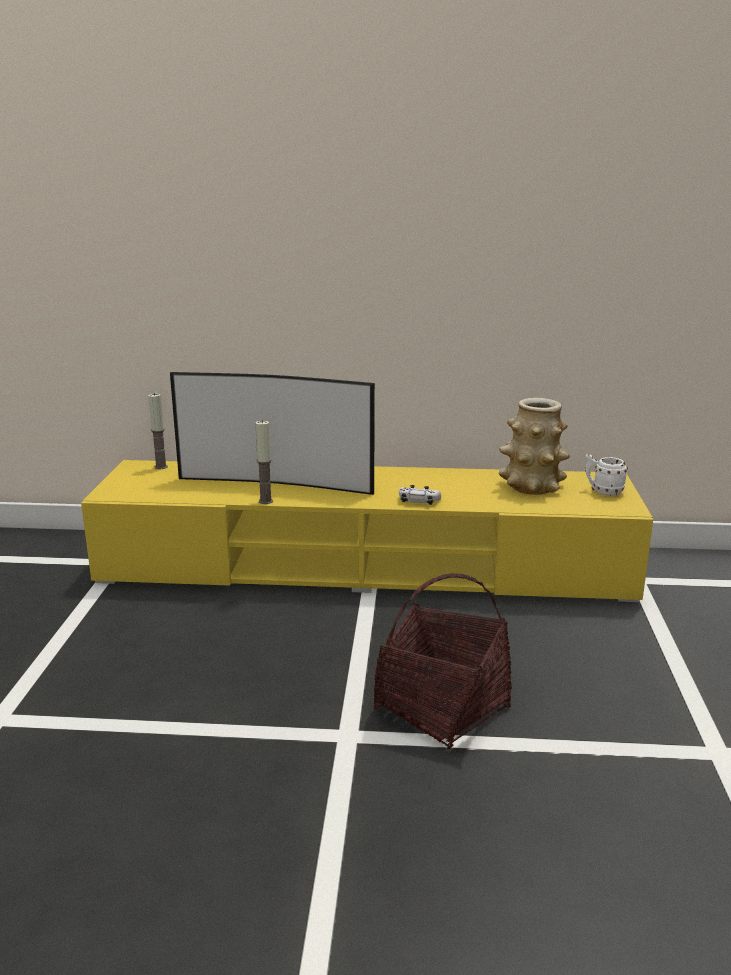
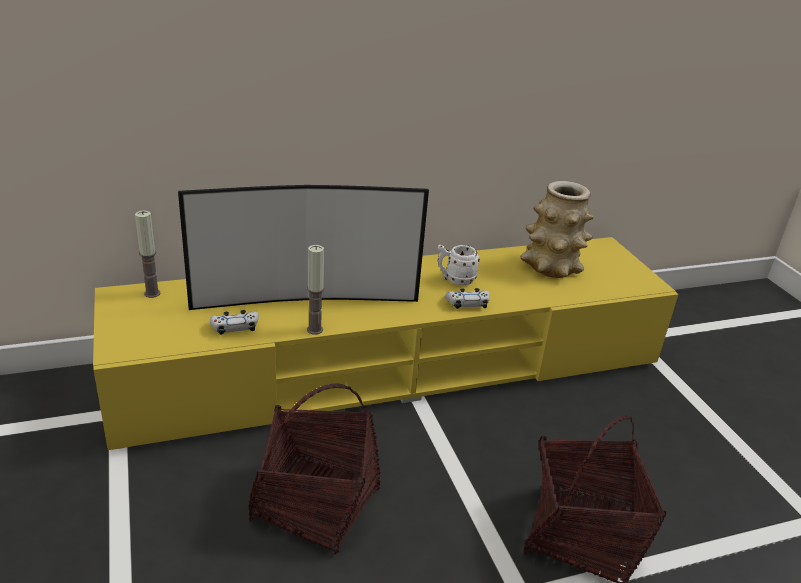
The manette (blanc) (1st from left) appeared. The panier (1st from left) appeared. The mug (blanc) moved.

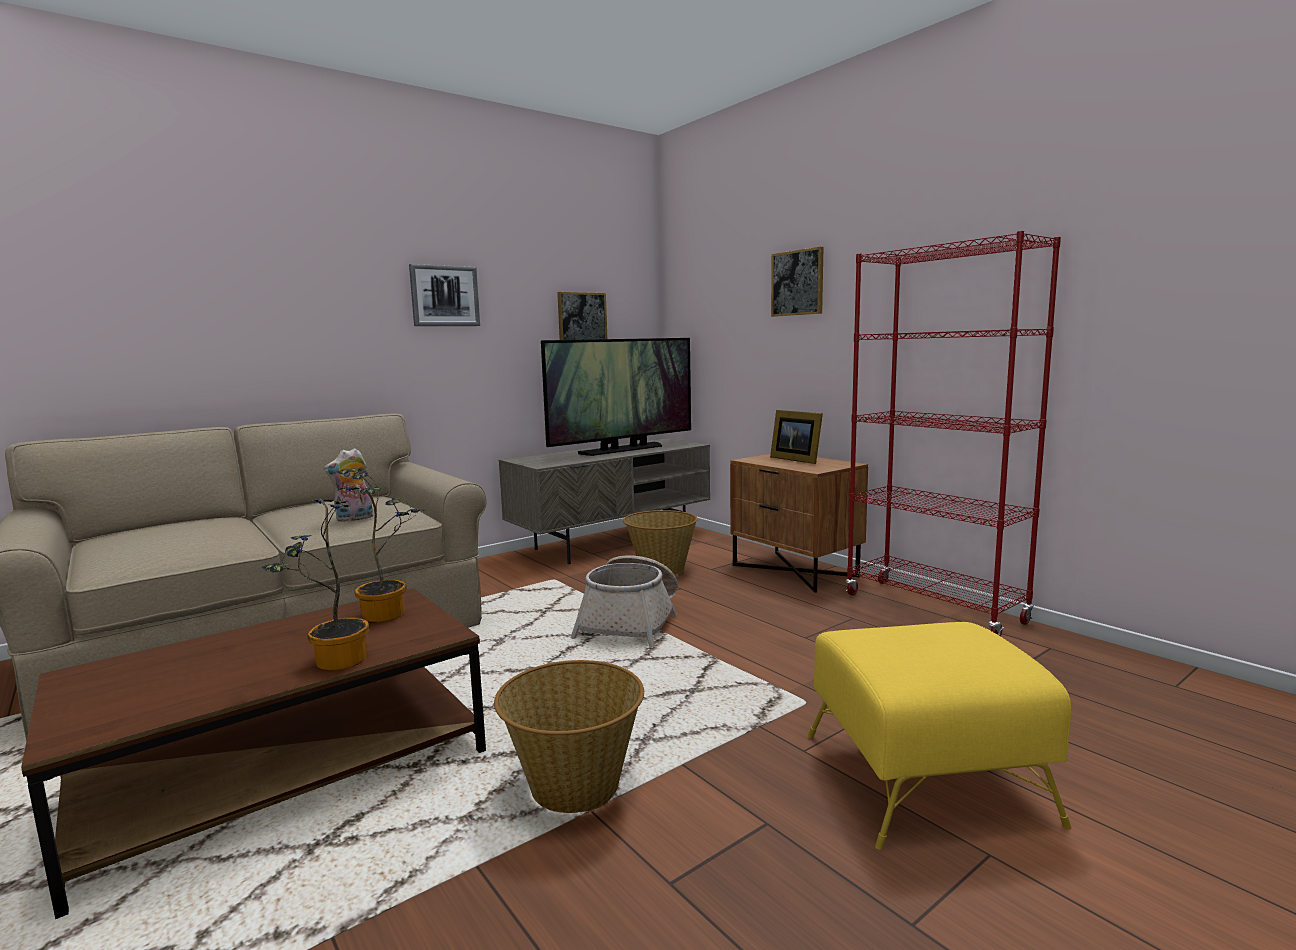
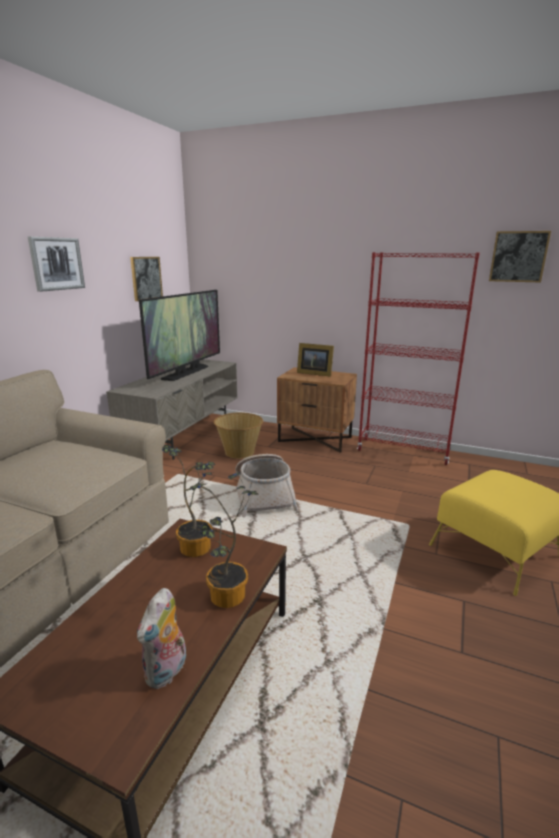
The peluche moved. The tableau (3rd from left) moved. The panier (1st from left) disappeared.

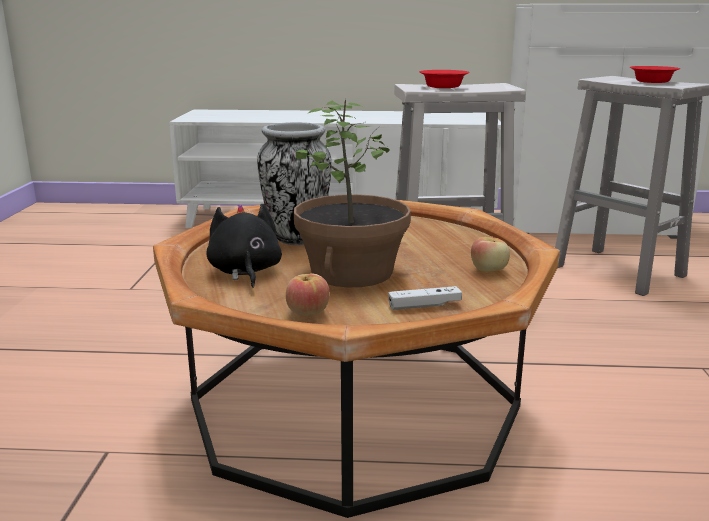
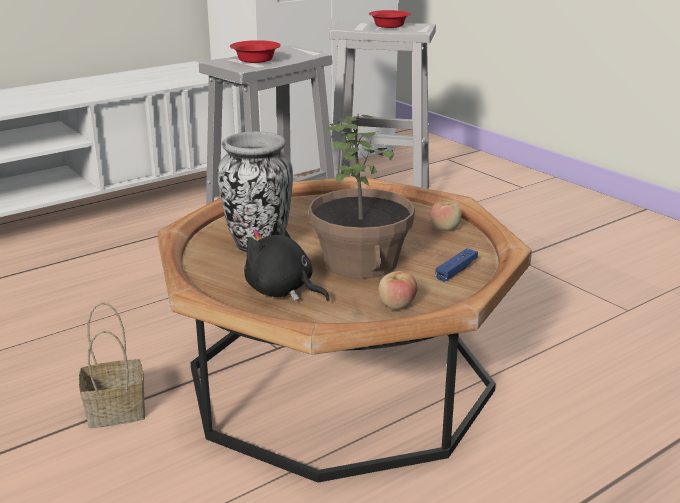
The panier appeared. The manette (blanc) became the manette (bleu).

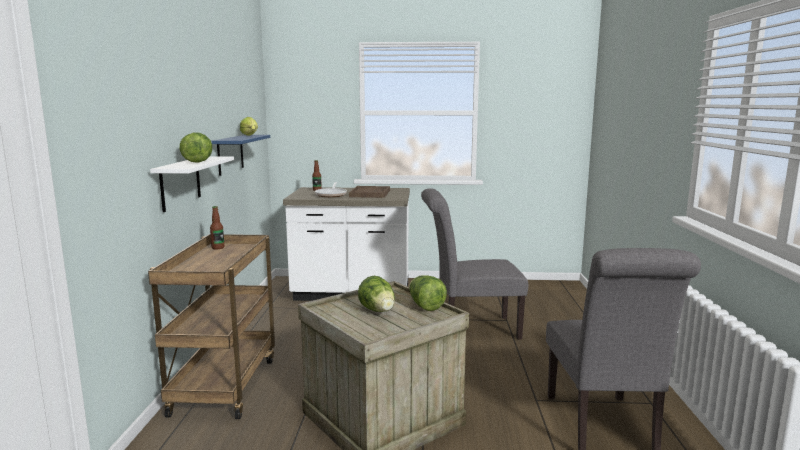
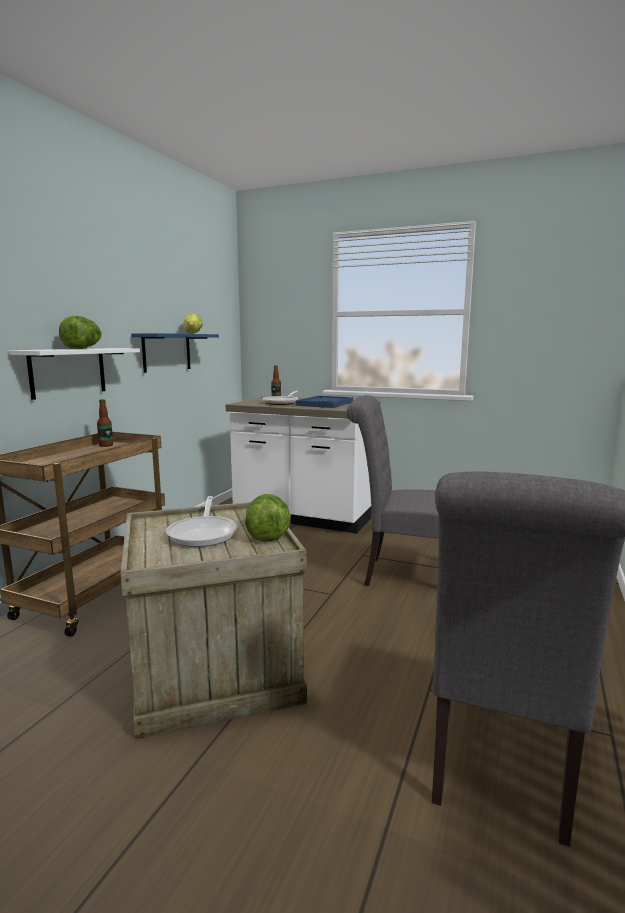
The laitue (3rd from left) was replaced by the poêle (1st from left). The plateau (marron) became the plateau (bleu).

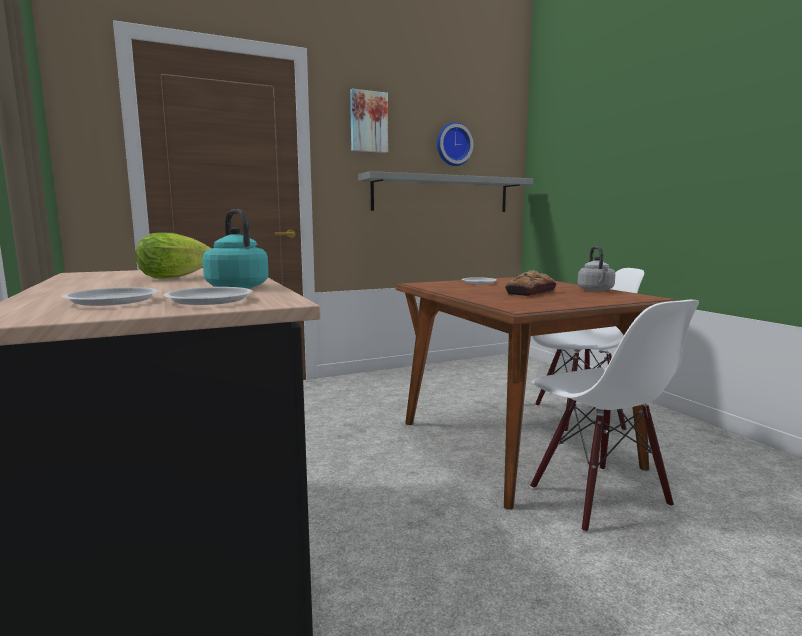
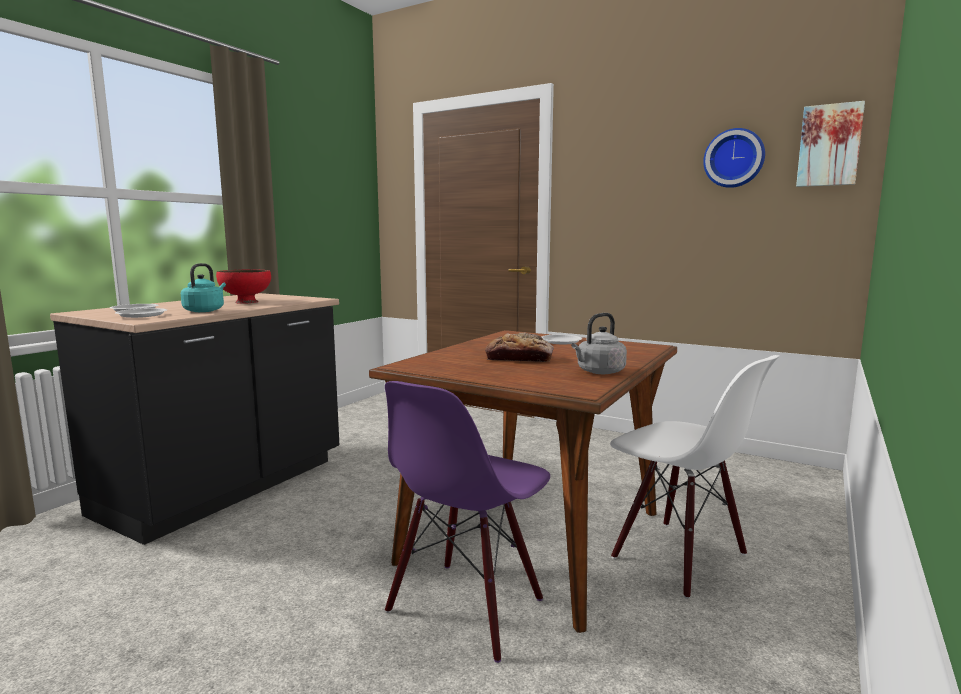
The laitue was replaced by the bol (rouge). The chaise (blanc) (2nd from left) became the chaise (violet). The tableau moved. The étagère (gris) disappeared.

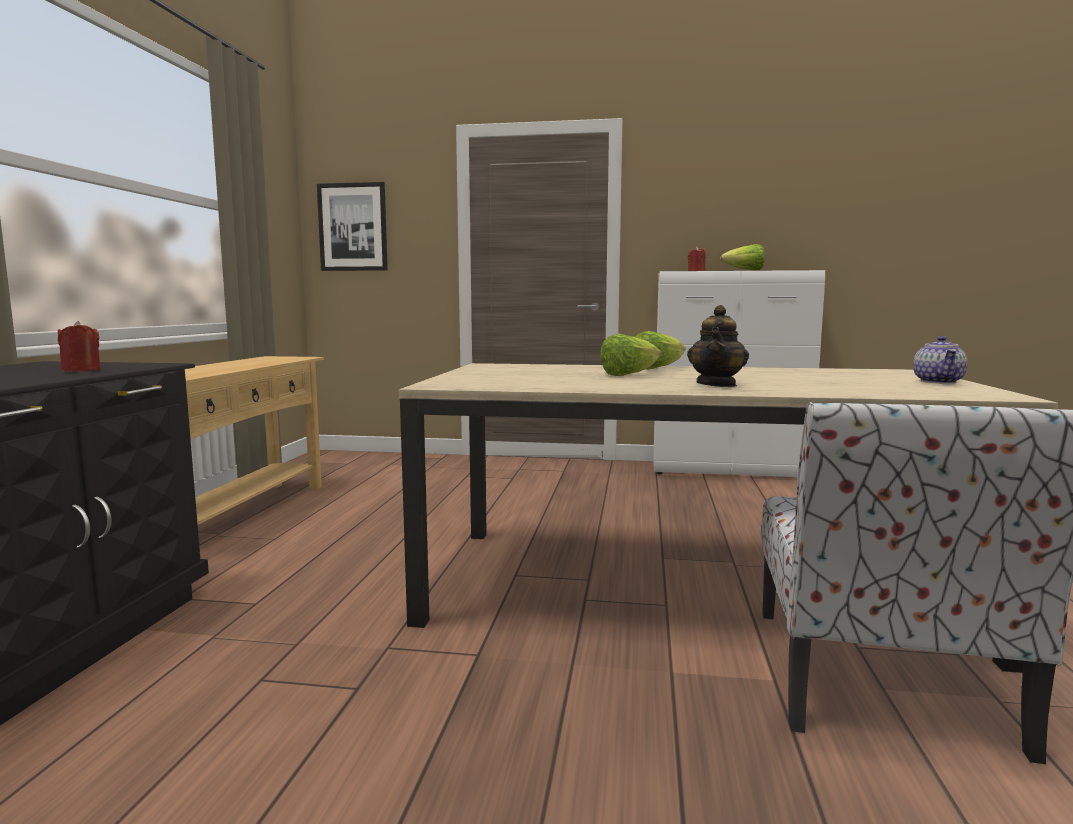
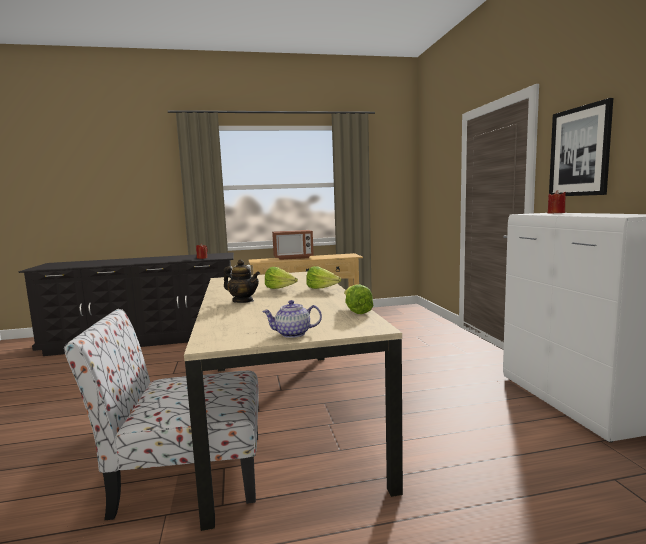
The théière (1st from left) turned 150 degrees counterclockwise. The micro-ondes appeared. The laitue (3rd from left) moved. The tableau moved.

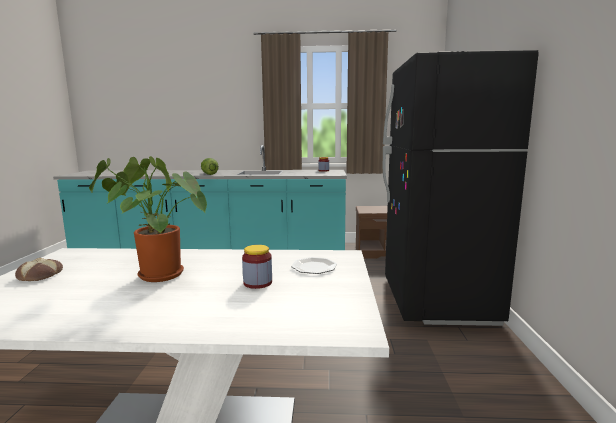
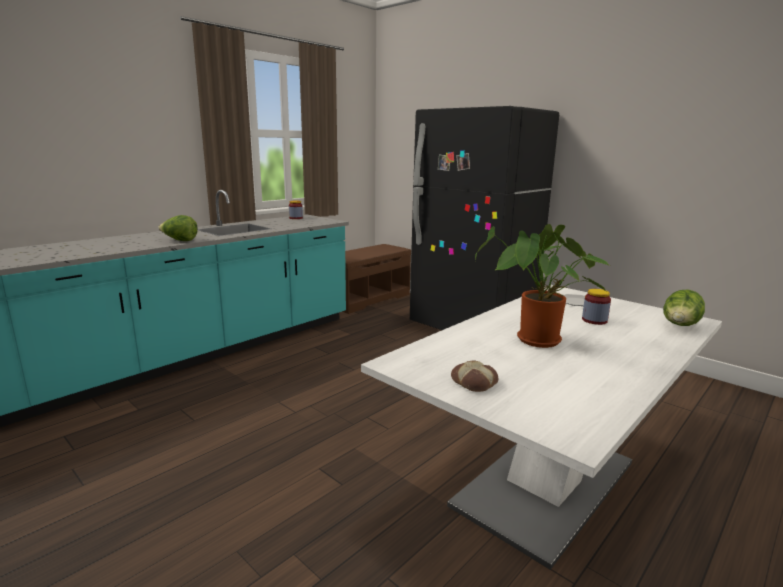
The laitue (2nd from left) appeared.

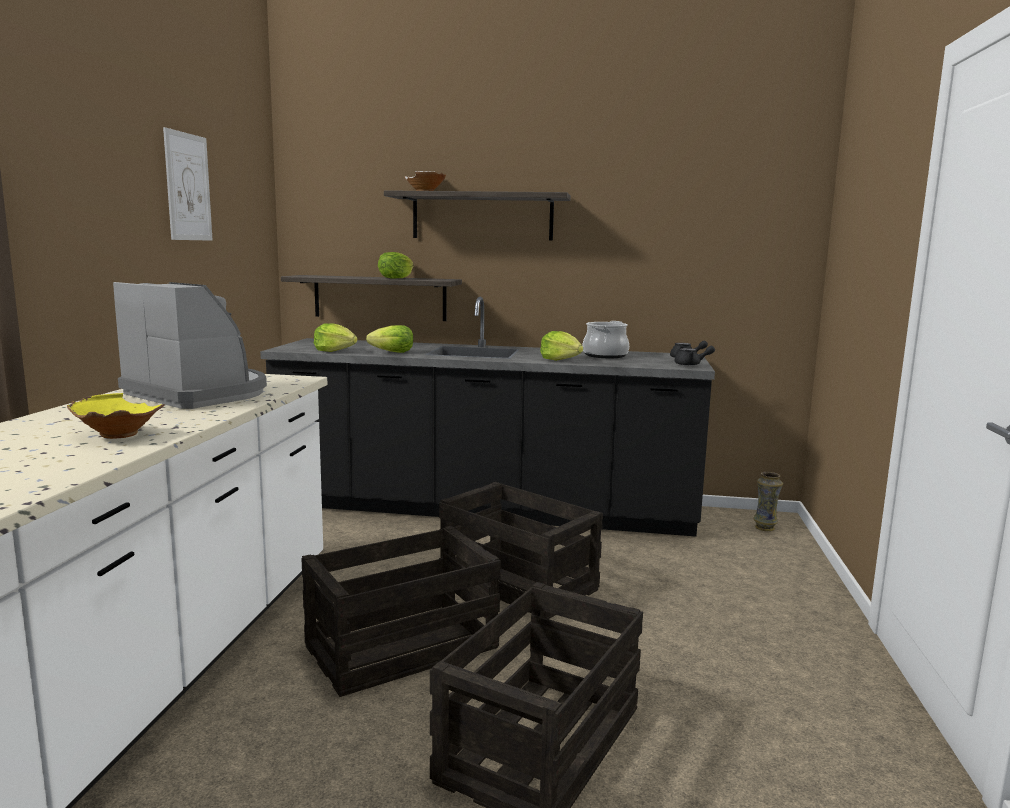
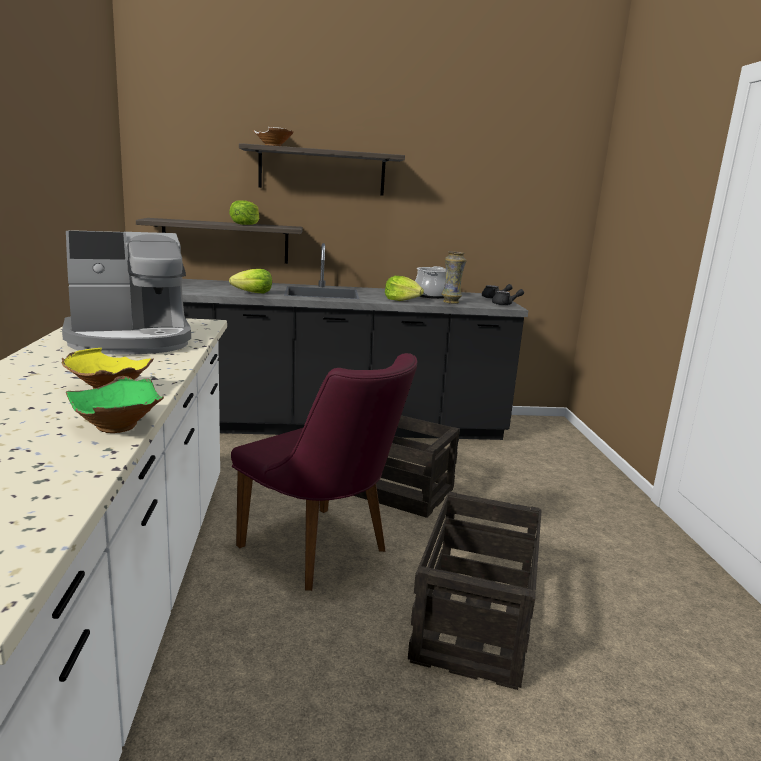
The machine à café turned 135 degrees clockwise. The bol (vert) appeared. The caisse (1st from left) was replaced by the chaise (violet). The vase moved. The tableau disappeared. The laitue (1st from left) disappeared.

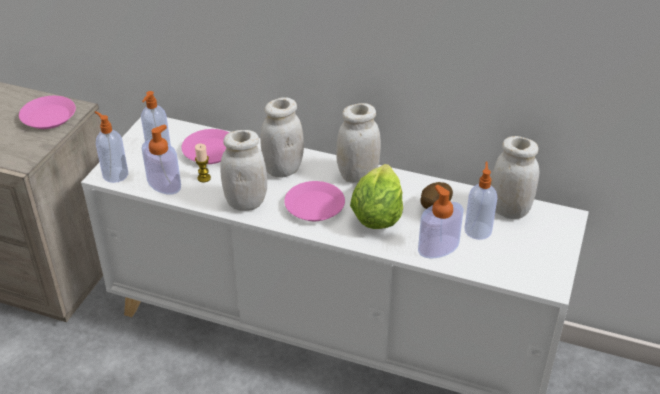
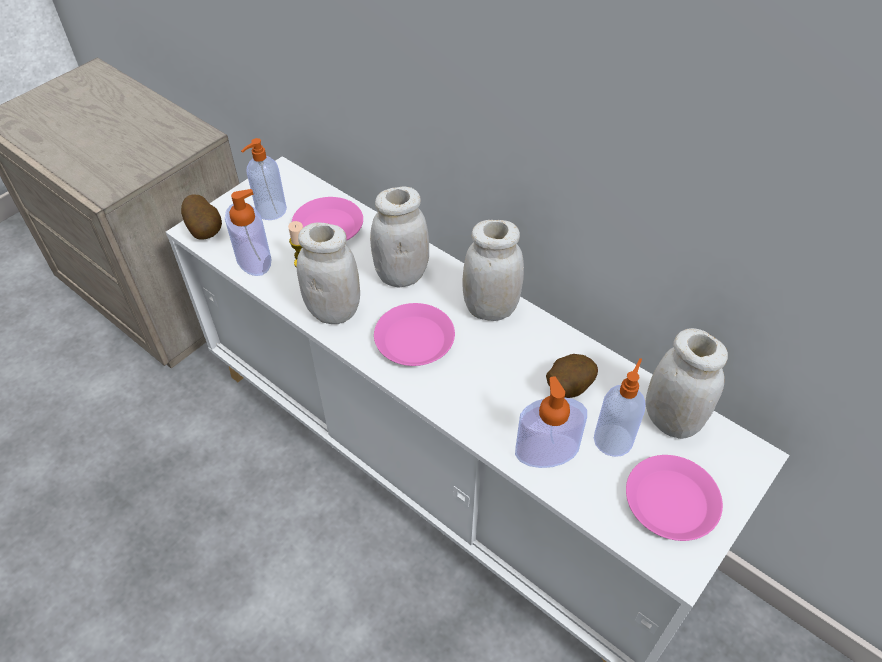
The distributeur de savon (1st from left) was replaced by the pomme de terre (1st from left). The assiette (rose) (1st from left in the first image) moved. The laitue disappeared.

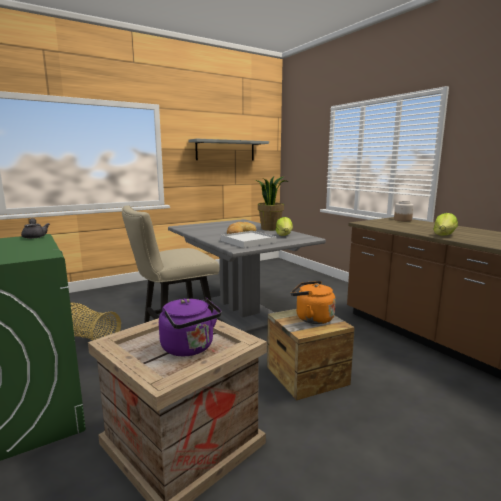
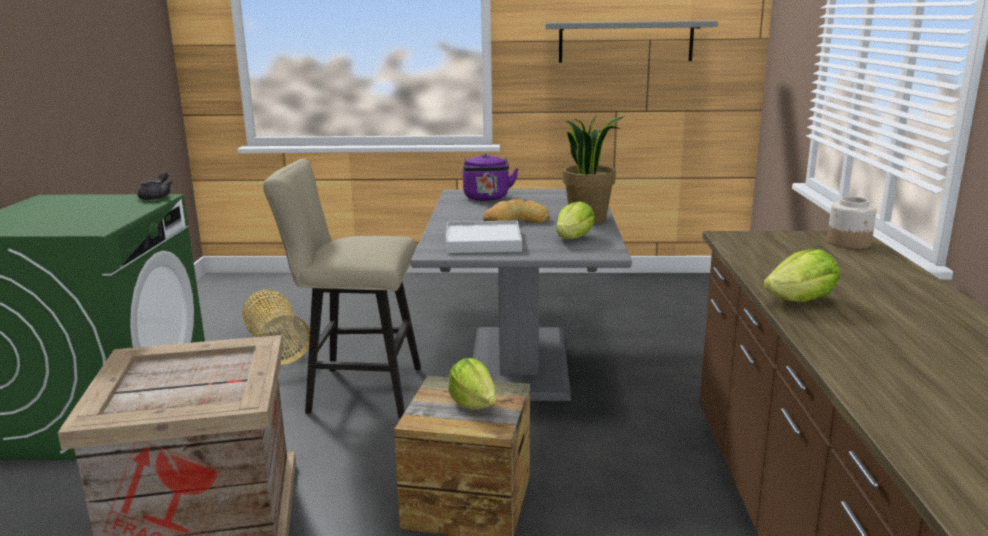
The bouilloire (orange) was replaced by the laitue (1st from left). The bouilloire (violet) moved.

